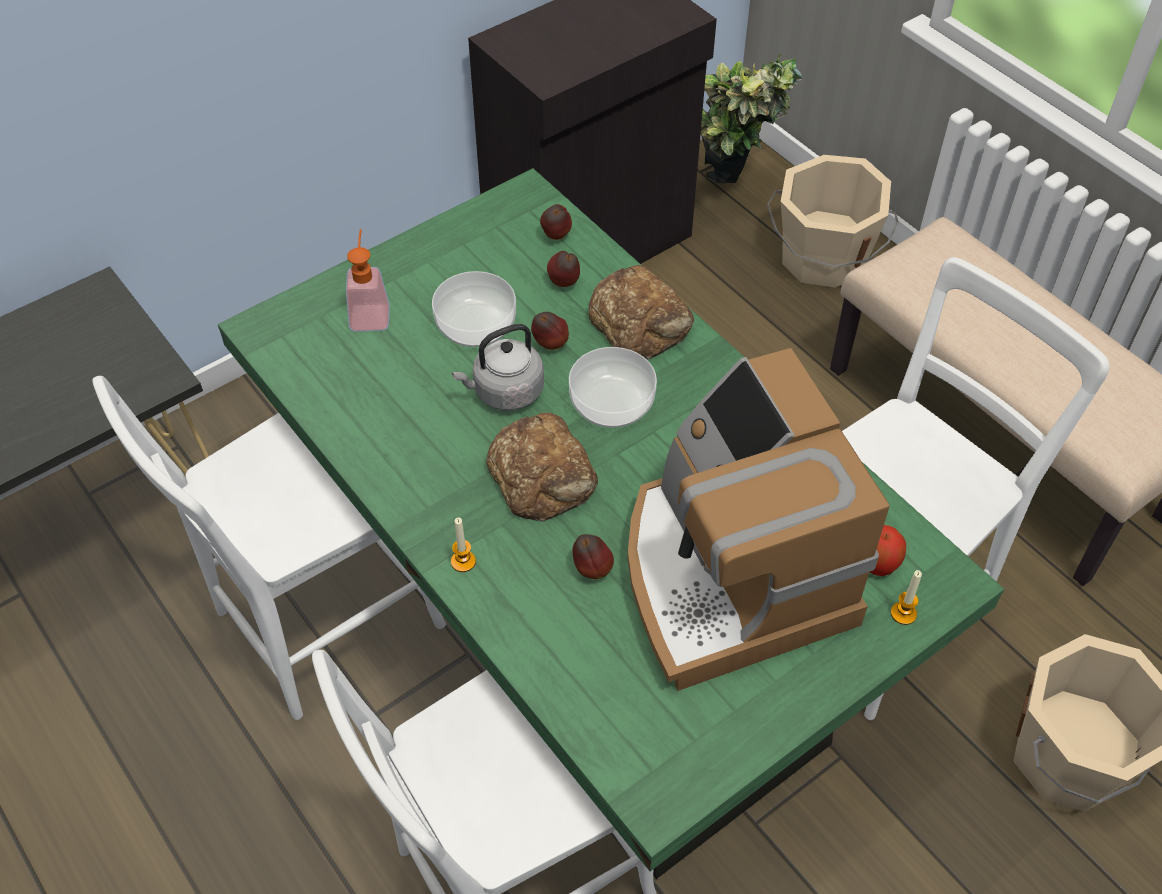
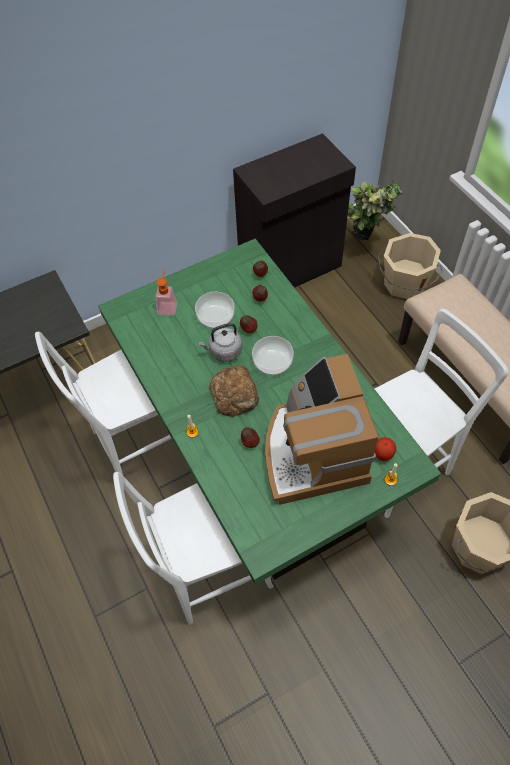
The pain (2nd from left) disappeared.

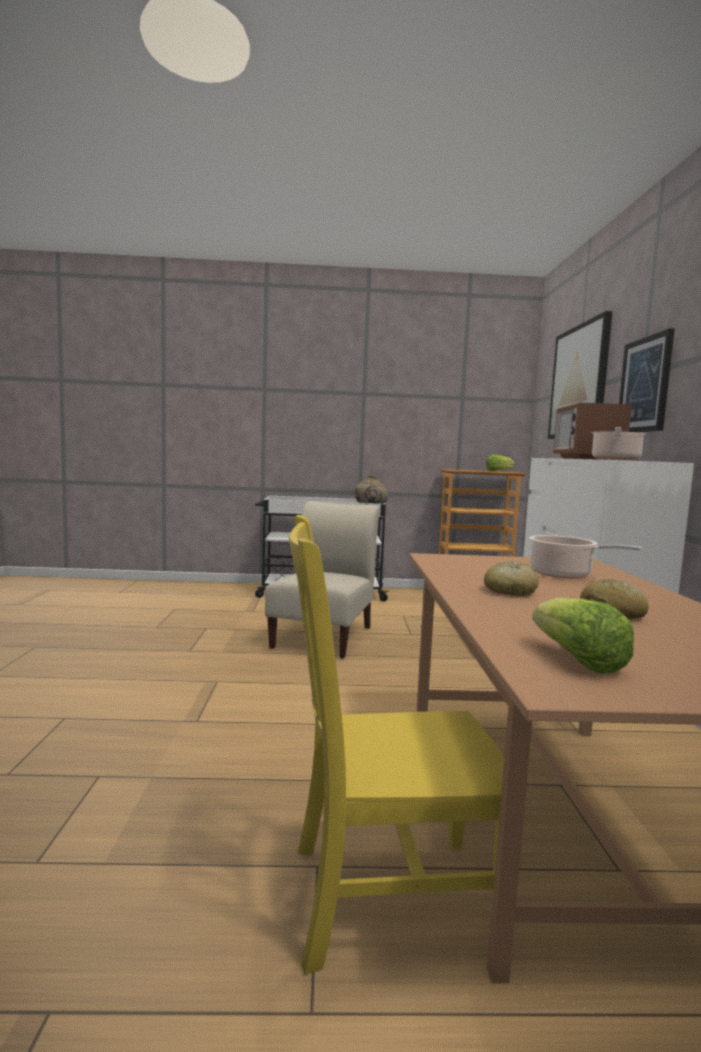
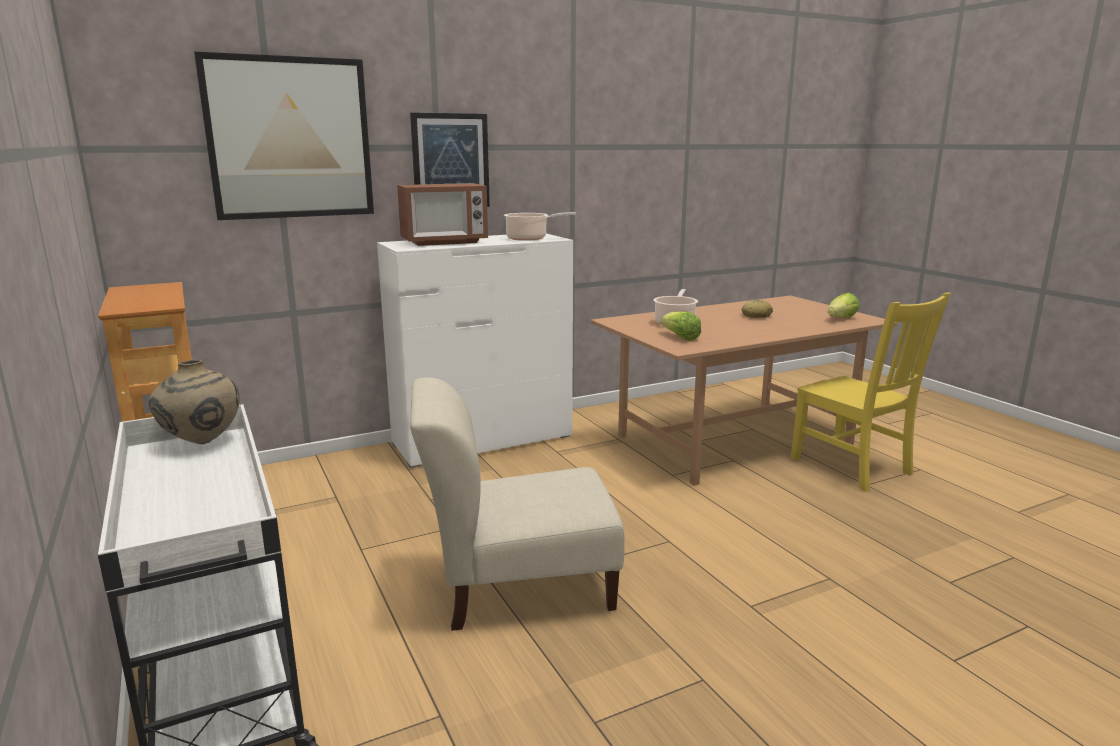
The laitue (1st from left) moved. The pain (1st from left) disappeared.

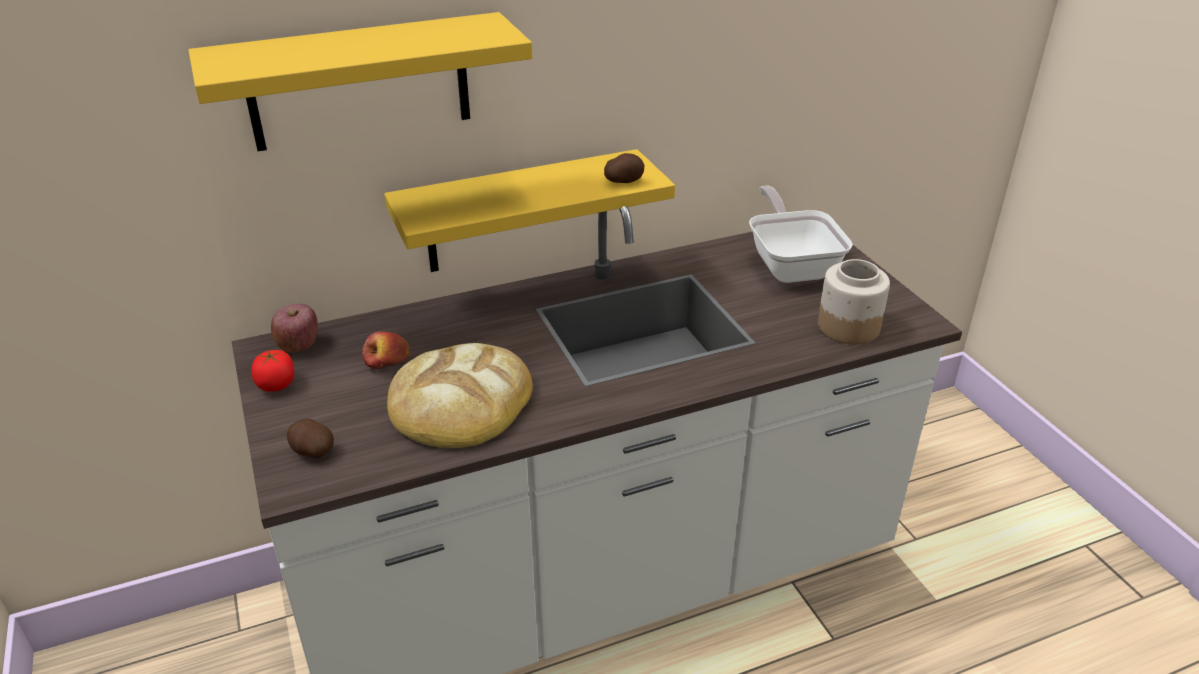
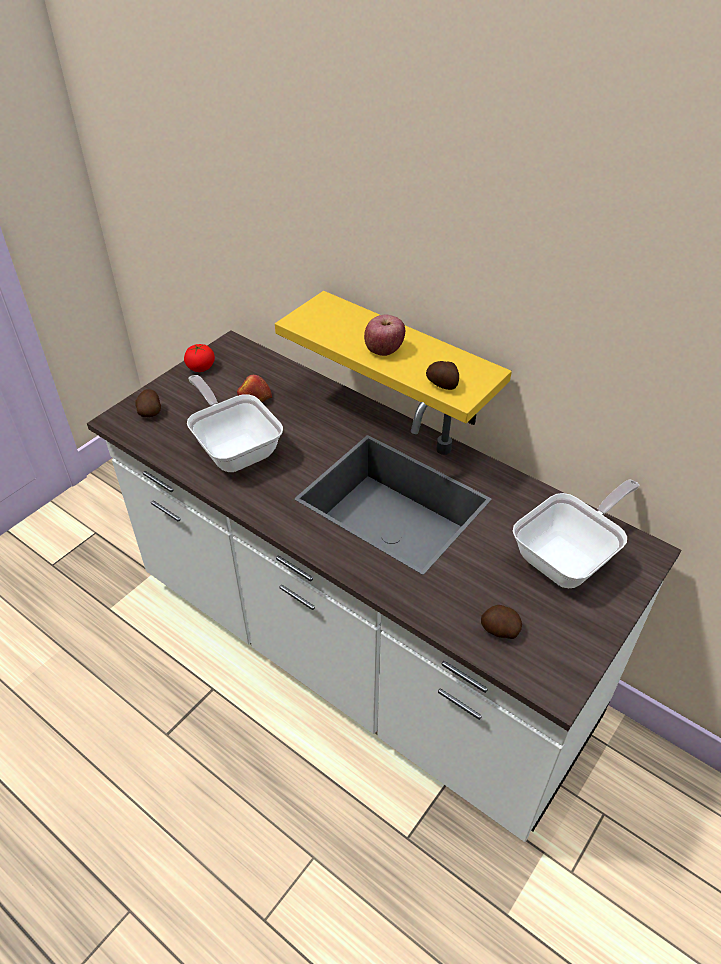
The pain was replaced by the poêle (1st from left). The pomme (1st from left in the first image) moved. The bocal was replaced by the pomme de terre (3rd from left). The étagère (jaune) (1st from left) disappeared.

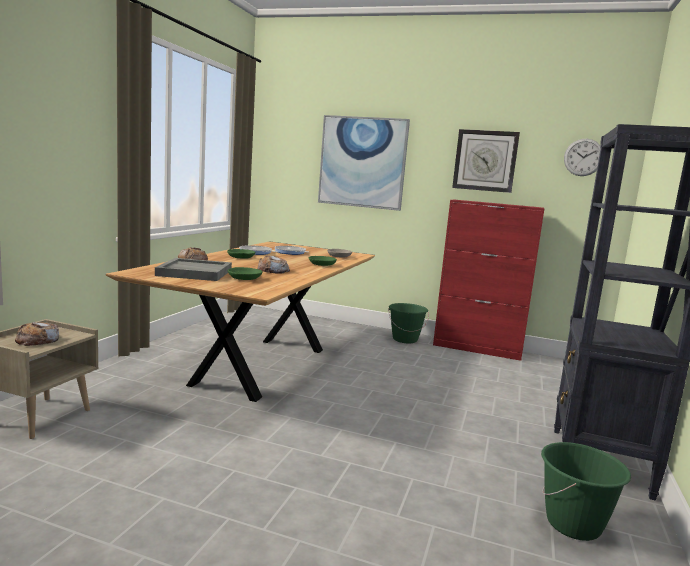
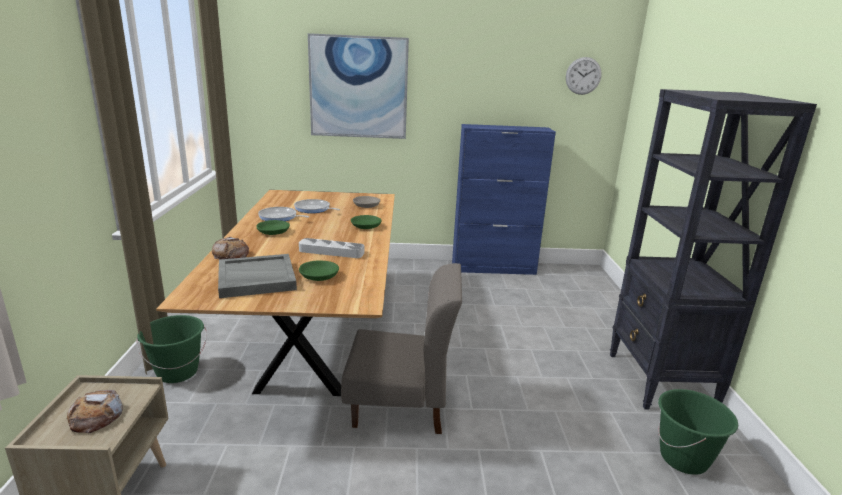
The seau (vert) (1st from left) moved. The pain (3rd from left) was replaced by the plateau (gris) (2nd from left). The chaise (gris) appeared. The meuble de rangement (rouge) became the meuble de rangement (bleu). The horloge murale (1st from left) disappeared.

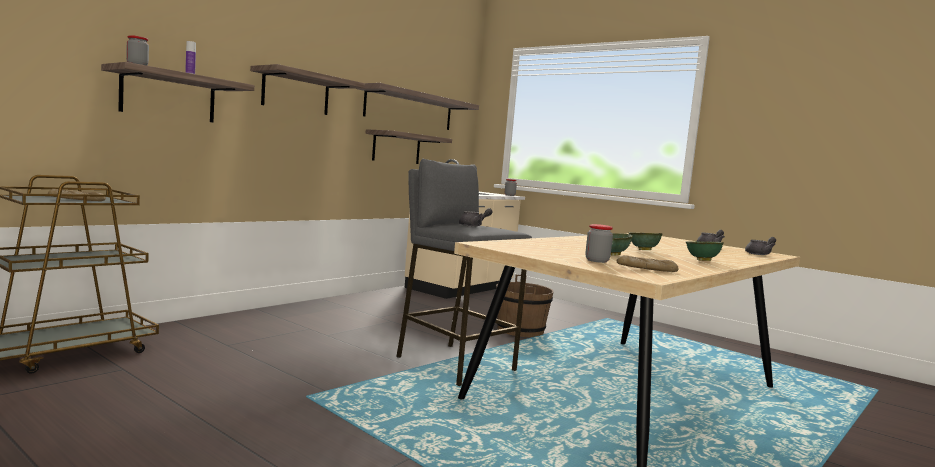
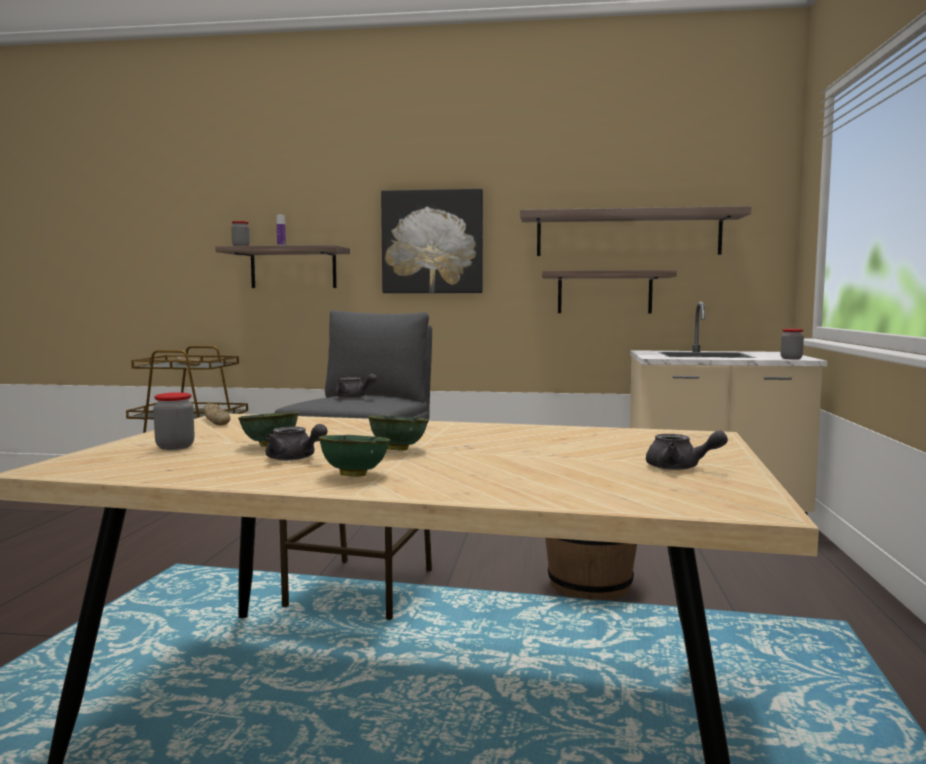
The pain (2nd from left) moved. The théière (gris) (3rd from left in the first image) moved. The étagère (2nd from left) was replaced by the tableau.

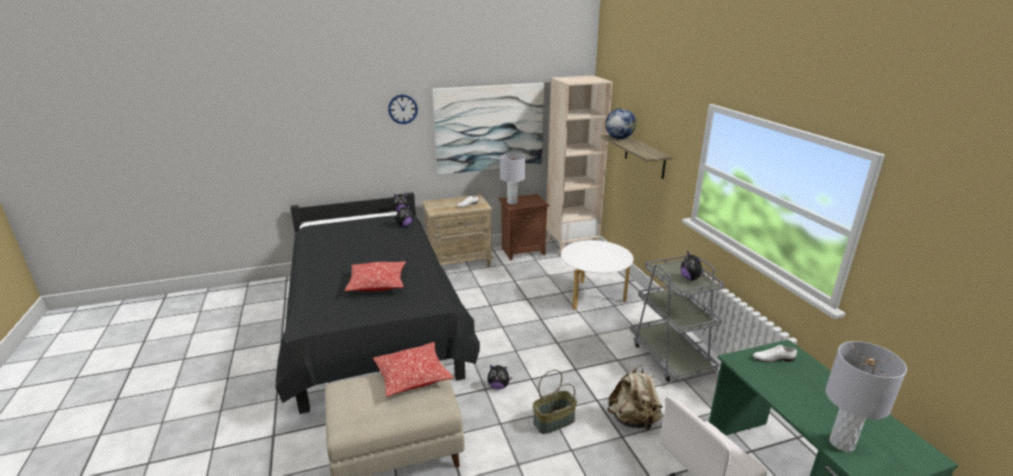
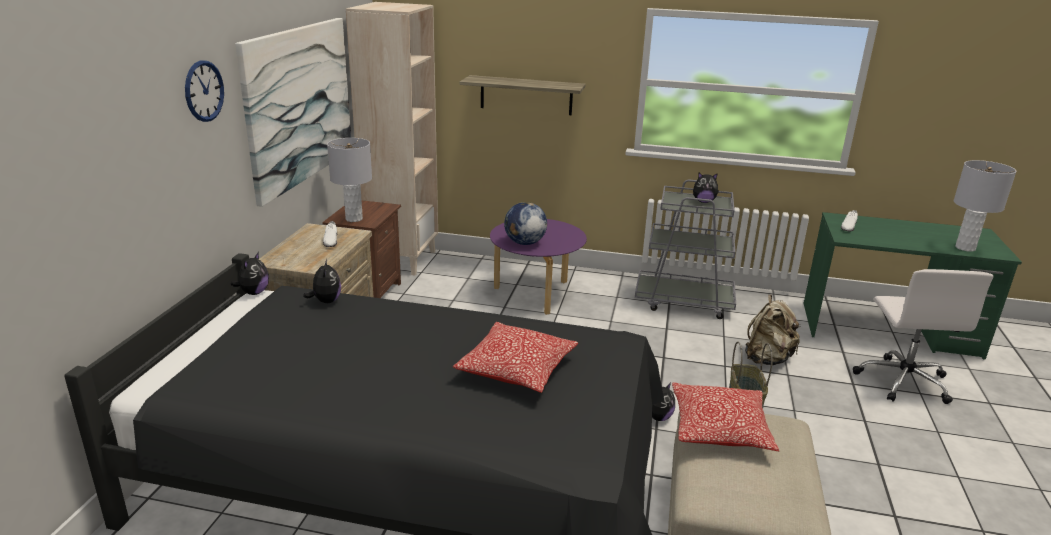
The table basse (blanc) became the table basse (violet). The globe moved.

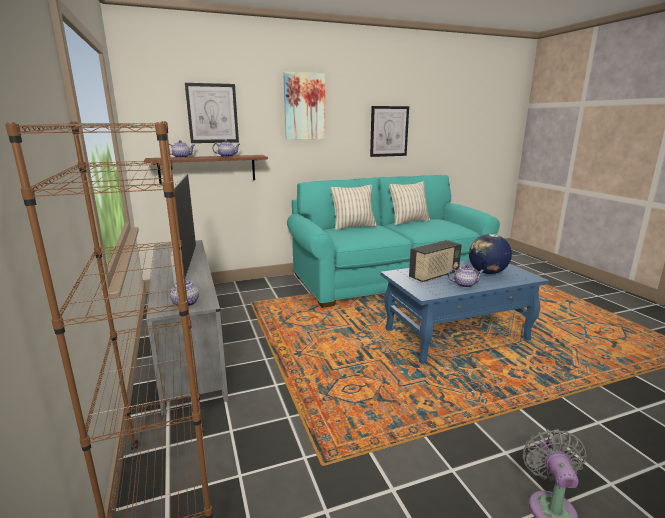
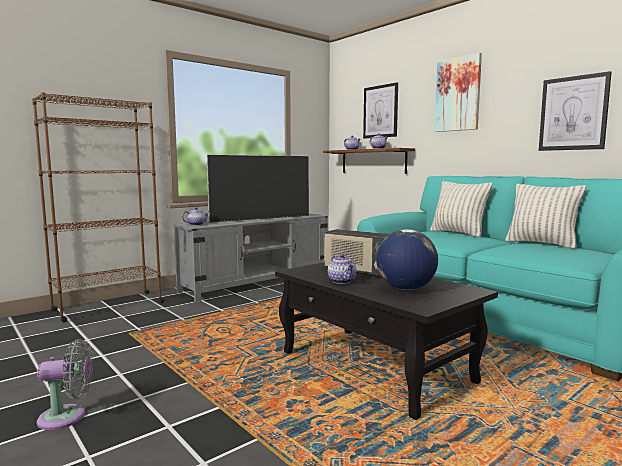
The table basse (bleu) became the table basse (noir).

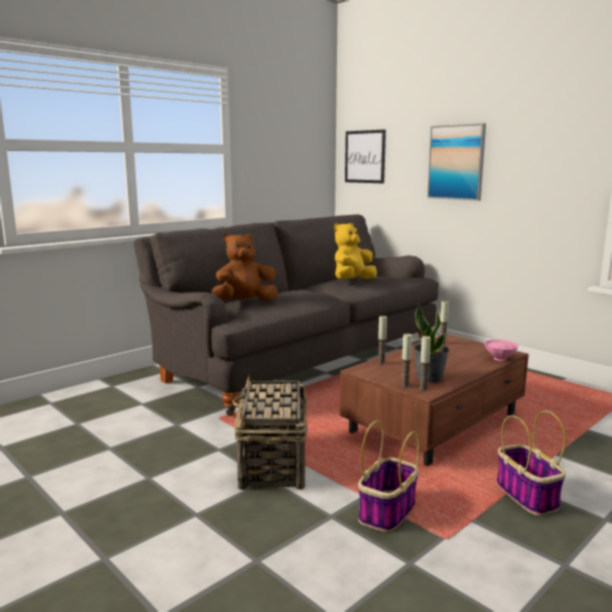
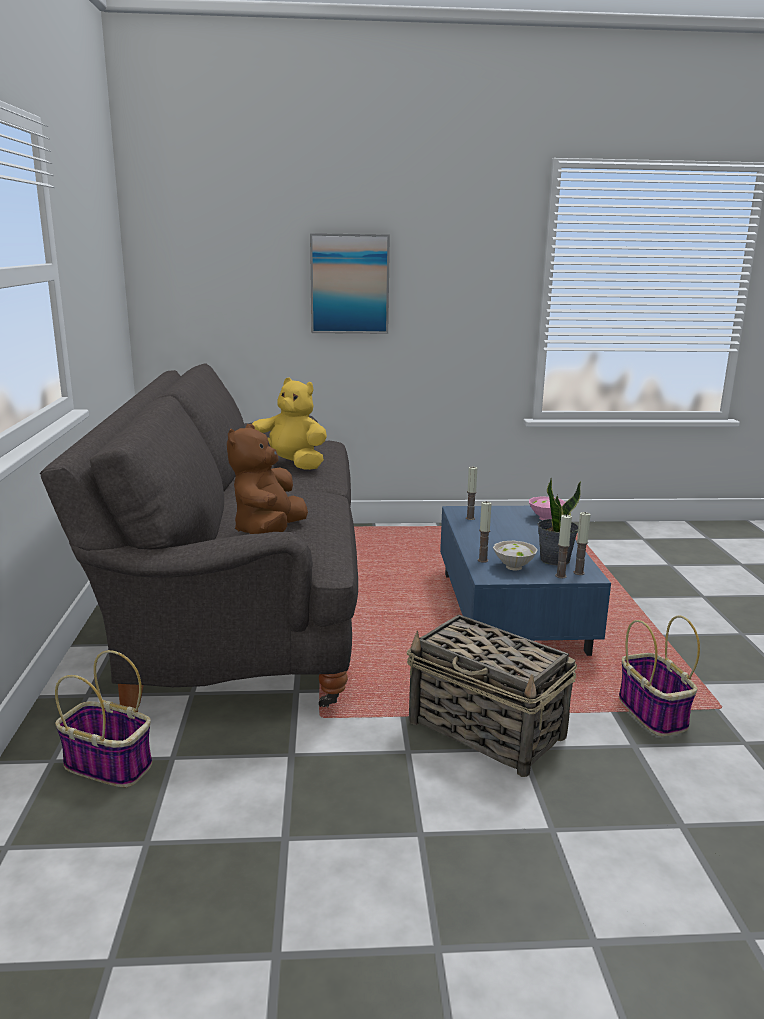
The panier (3rd from left in the first image) moved. The peluche (jaune) turned 120 degrees clockwise. The table basse (marron) became the table basse (bleu). The bol (blanc) appeared. The tableau (1st from left) disappeared.

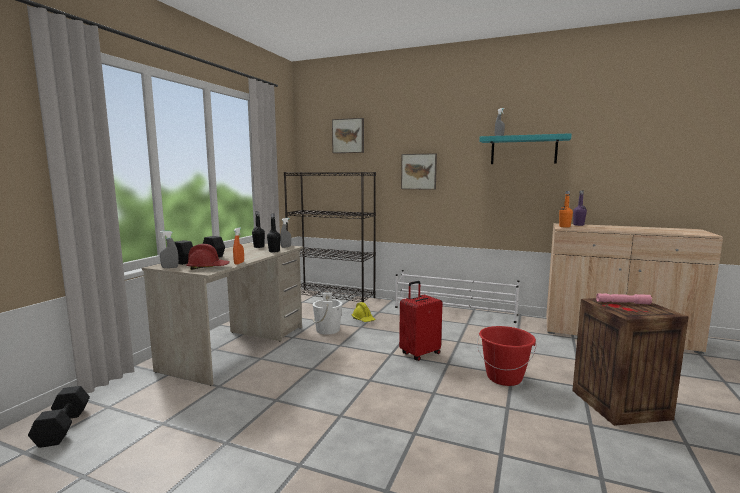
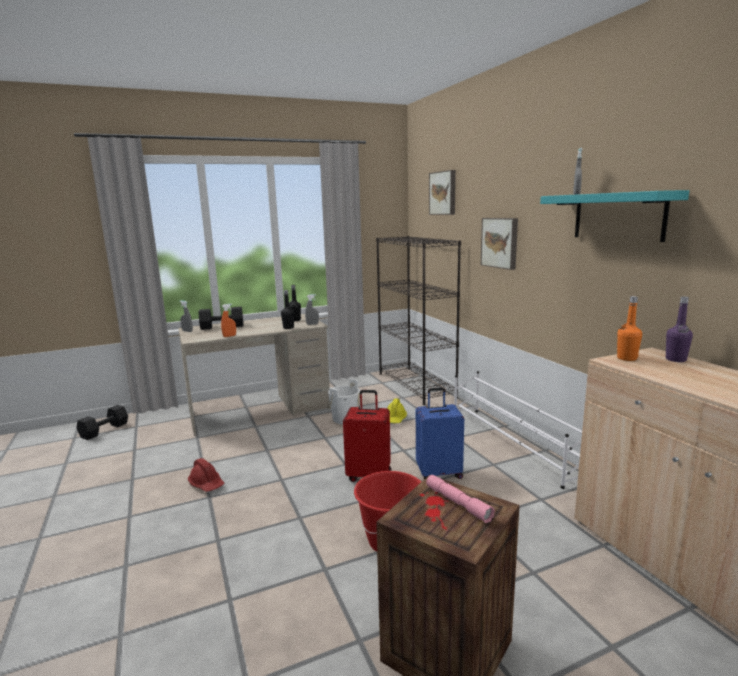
The casque de chantier (rouge) moved. The valise (bleu) appeared.

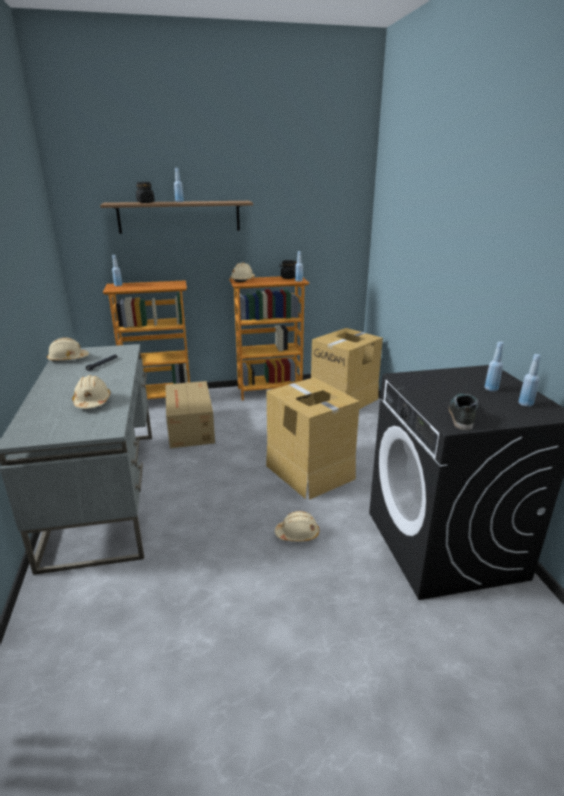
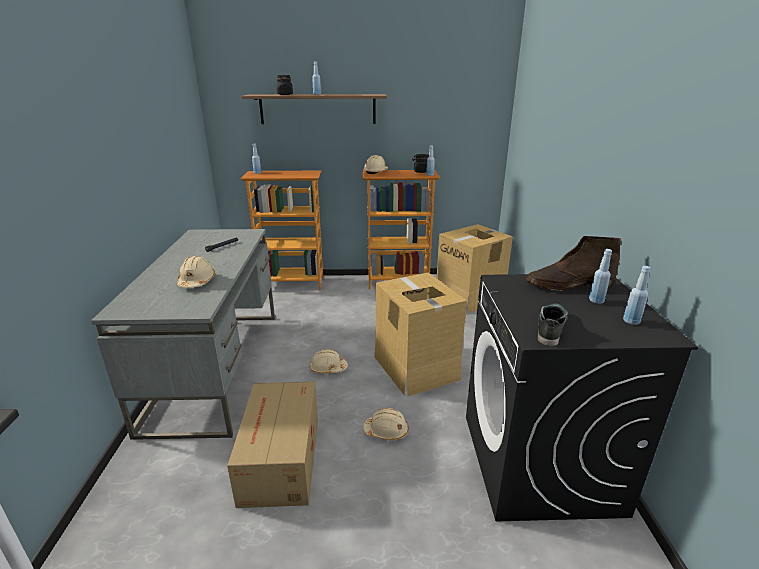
The carton (1st from left) moved. The casque de chantier (beige) (1st from left in the first image) moved. The botte (marron) appeared.

